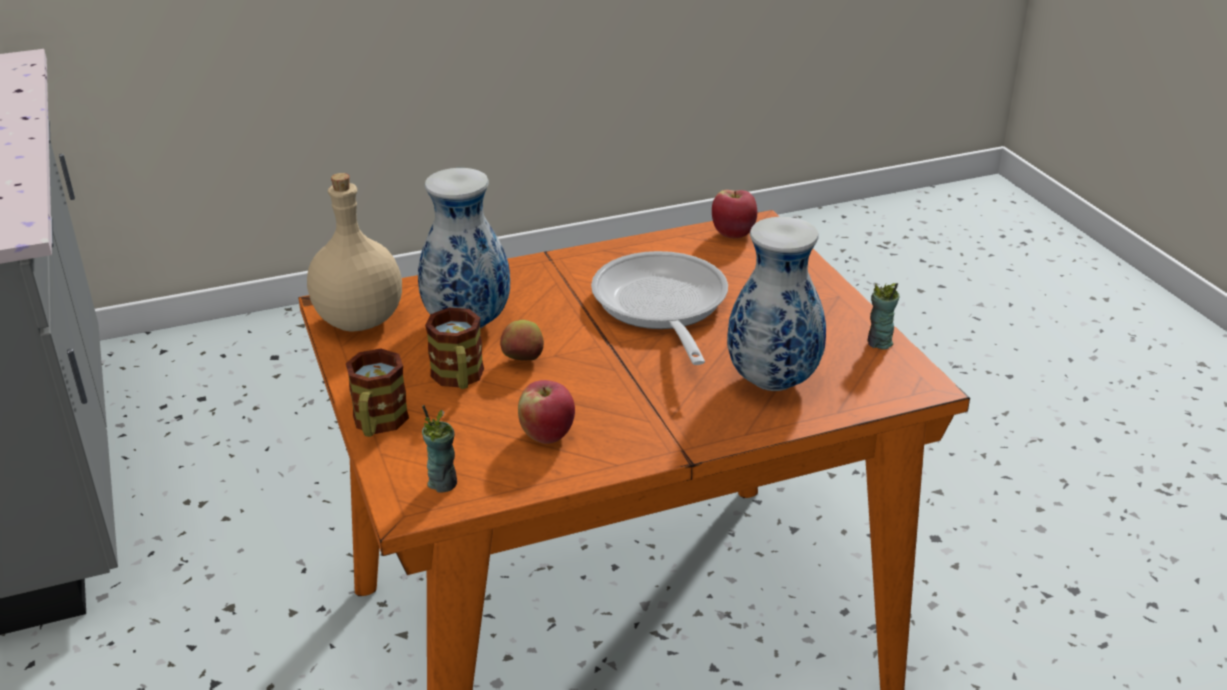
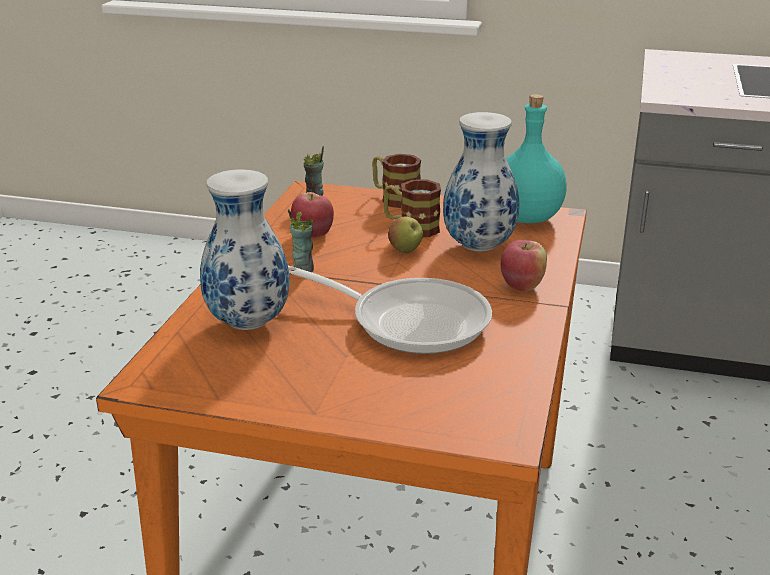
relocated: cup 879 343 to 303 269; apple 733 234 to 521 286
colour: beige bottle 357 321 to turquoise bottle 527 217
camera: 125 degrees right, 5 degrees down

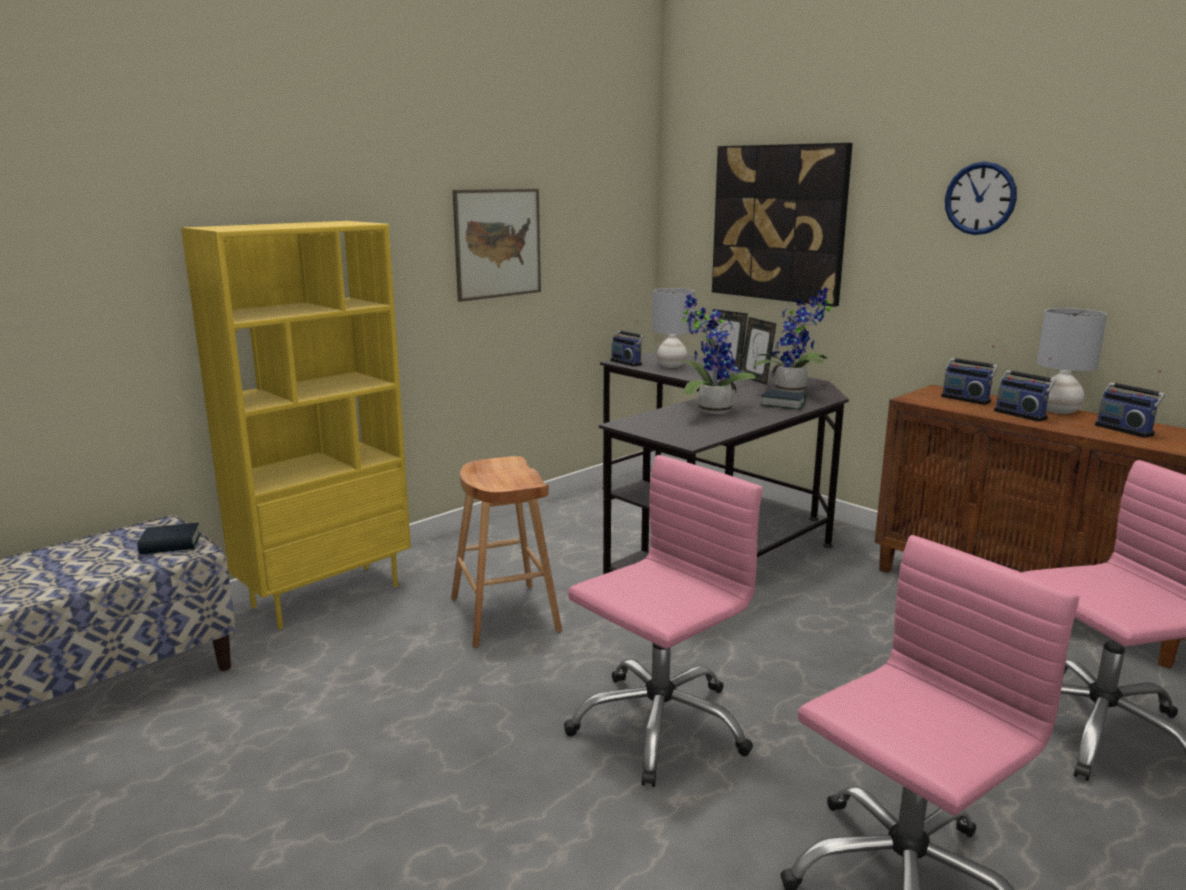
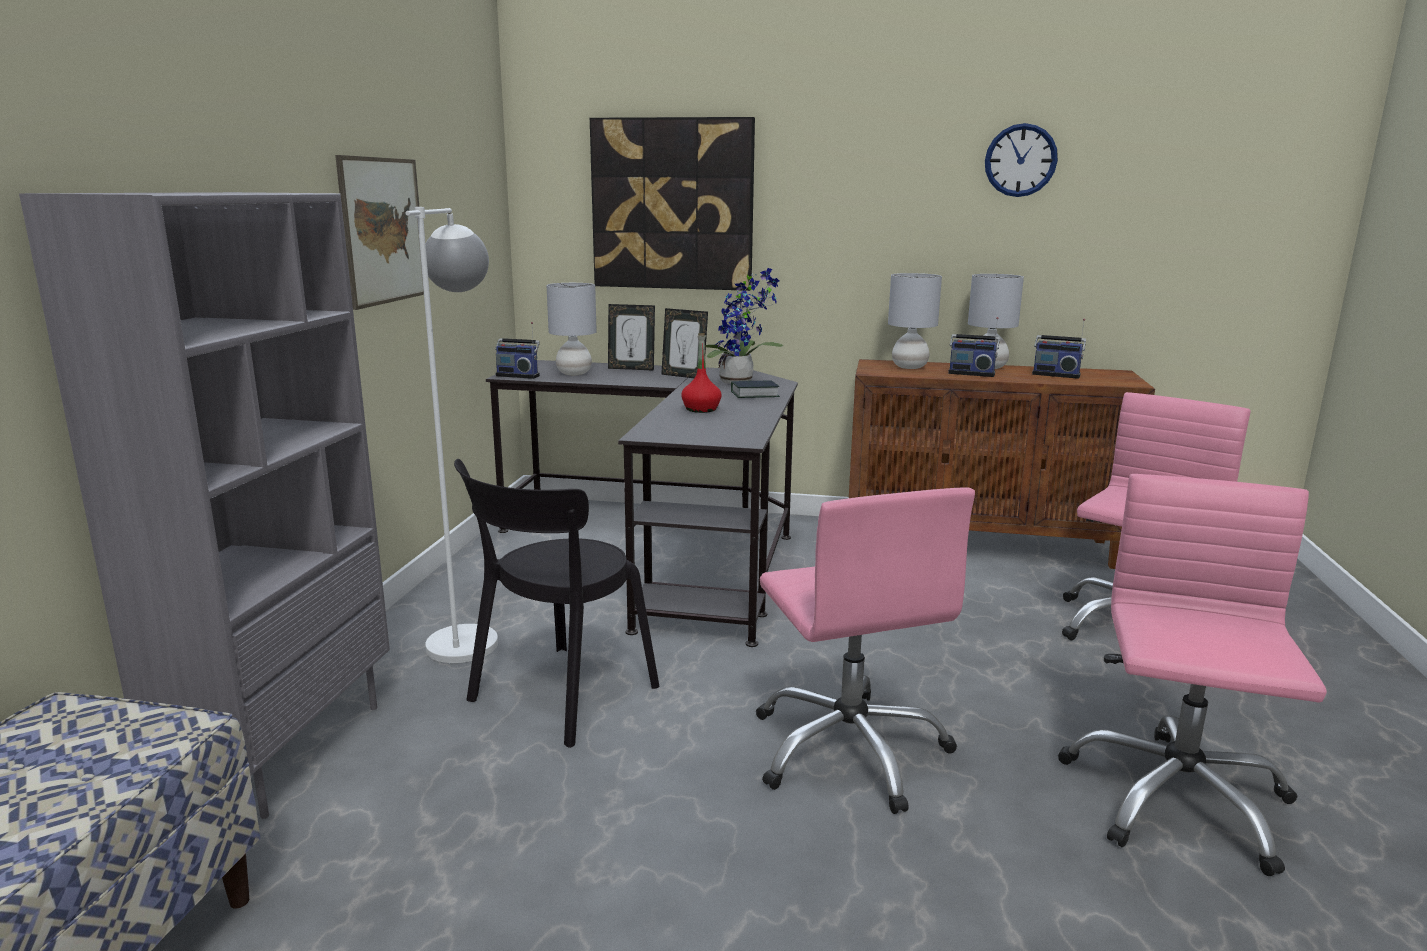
missing: book 170 544
appeared: white floor lamp 470 634
relocated: wall clock 980 198 to 1020 160
exchanged: brown stool 505 615 to black chair 558 697; potted plant 710 410 to red bottle 701 409; radio 966 399 to grey table lamp 910 367
colour: yellow bookcase 326 595 to grey bookcase 284 750
spun: pink office chair 659 725 = 850 749 150 degrees clockwise
camera: 35 degrees left, 0 degrees up

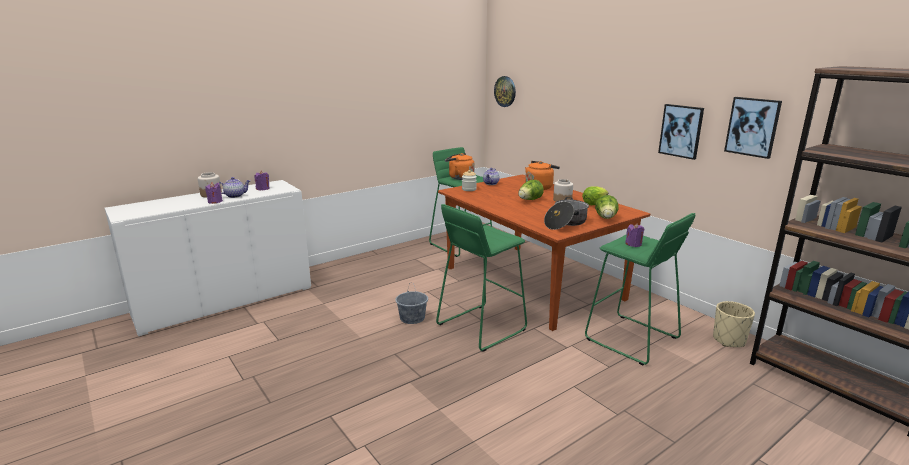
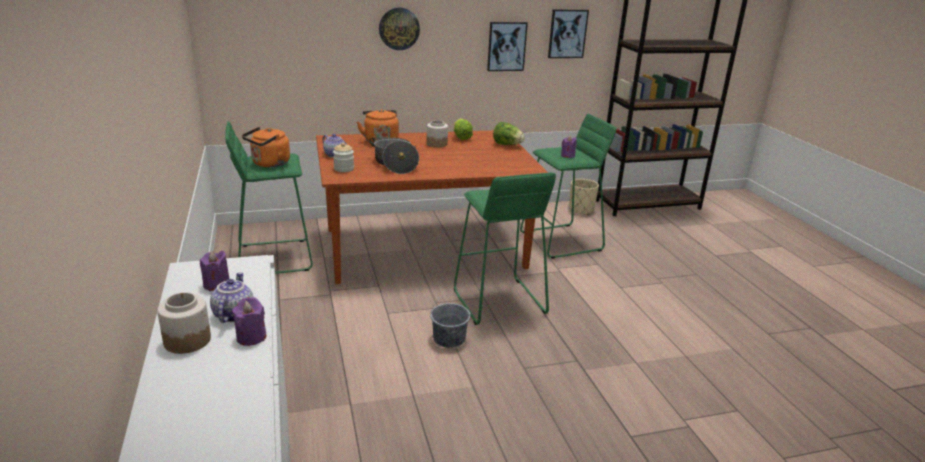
missing: lettuce 529 200
relocated: cooking pot 565 223 to 395 164; wall clock 505 91 to 399 28
camera: 70 degrees left, 5 degrees up

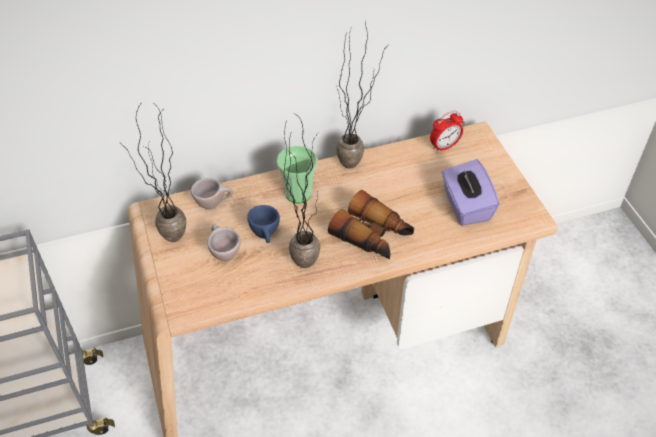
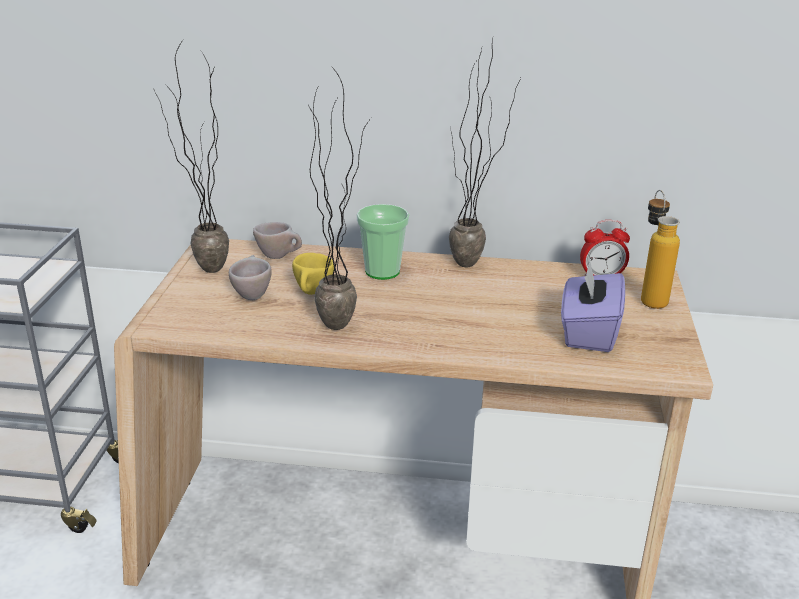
missing: binoculars 373 236
appeared: bottle 649 297
colour: blue cup 266 236 to yellow cup 312 294
camera: 25 degrees right, 20 degrees down

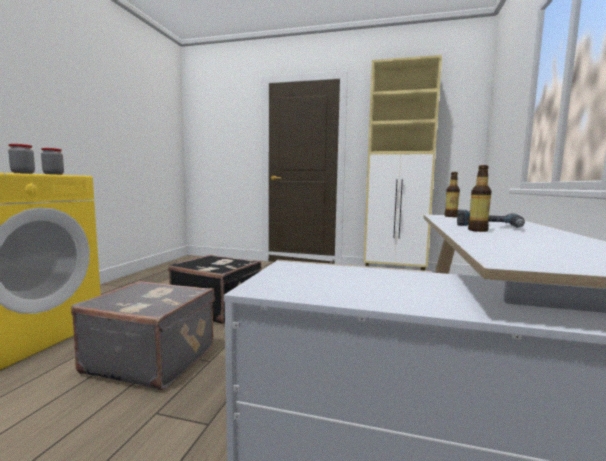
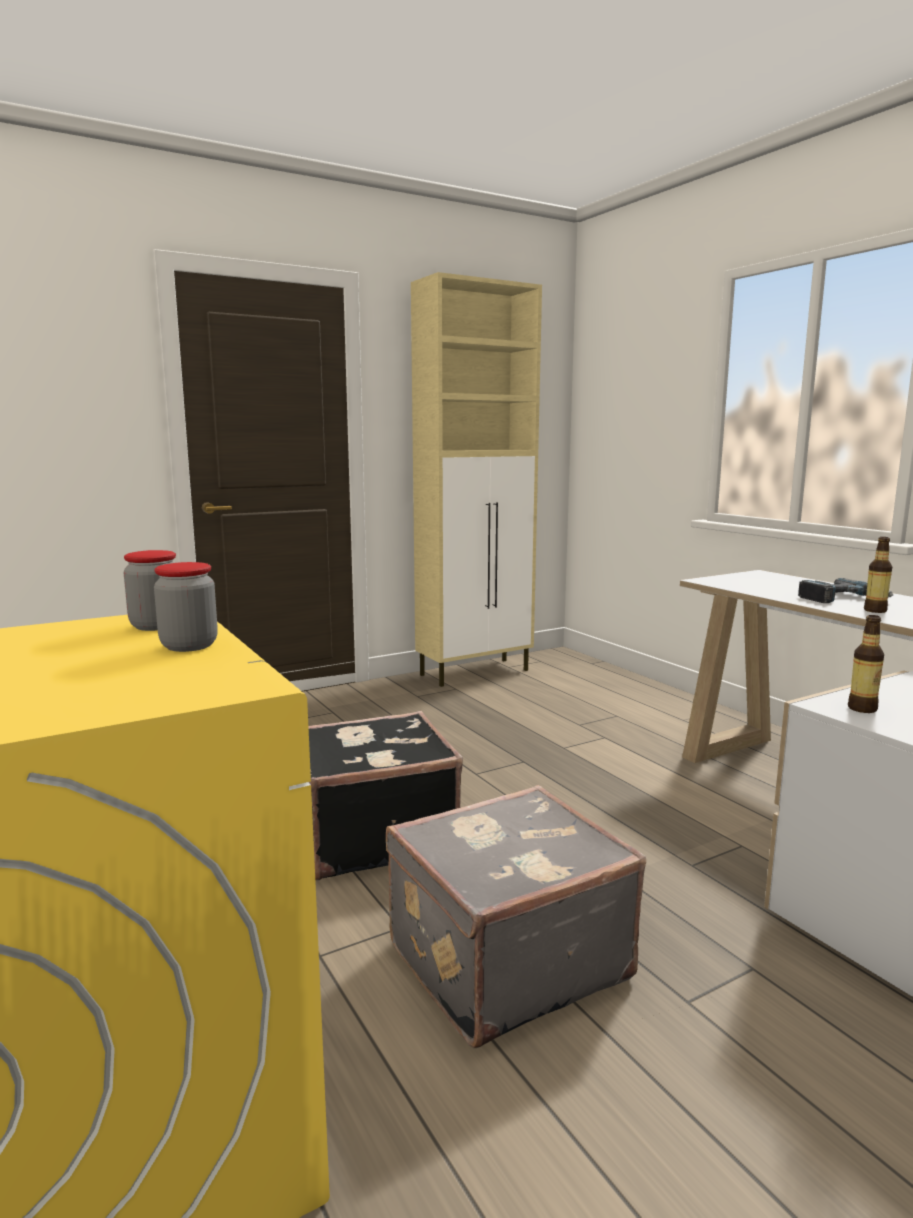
relocated: bottle 451 216 to 862 709
camera: 45 degrees left, 5 degrees up

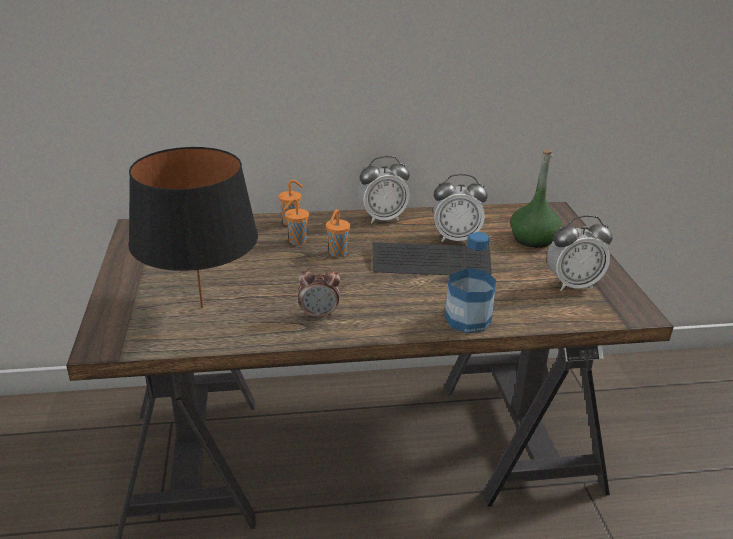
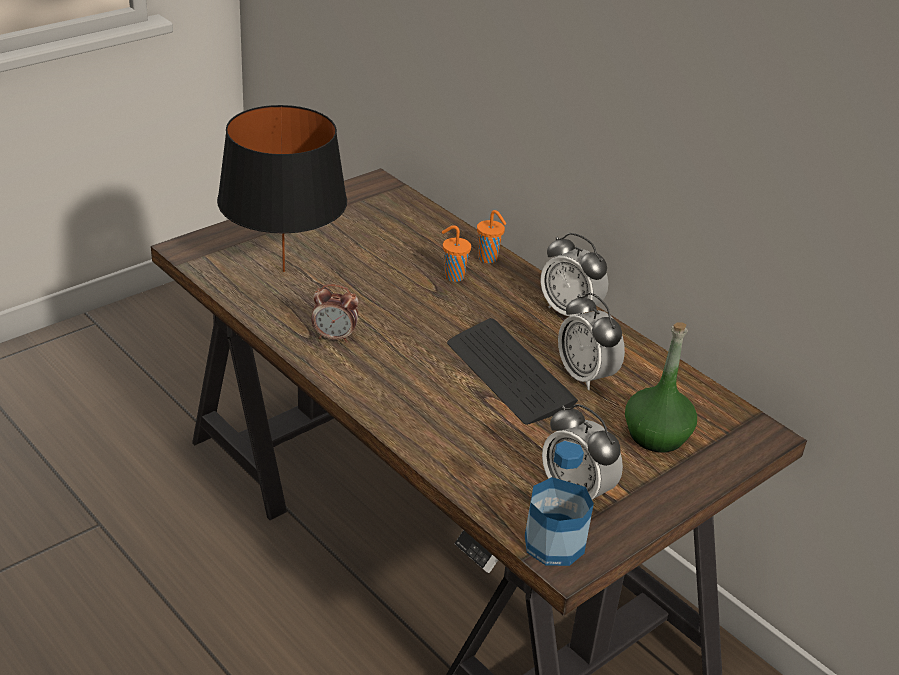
missing: orange cup 337 253
relocated: bottle 467 319 to 554 544
spun: alarm clock 319 314 = 335 337 45 degrees counterclockwise
camera: 55 degrees right, 5 degrees up

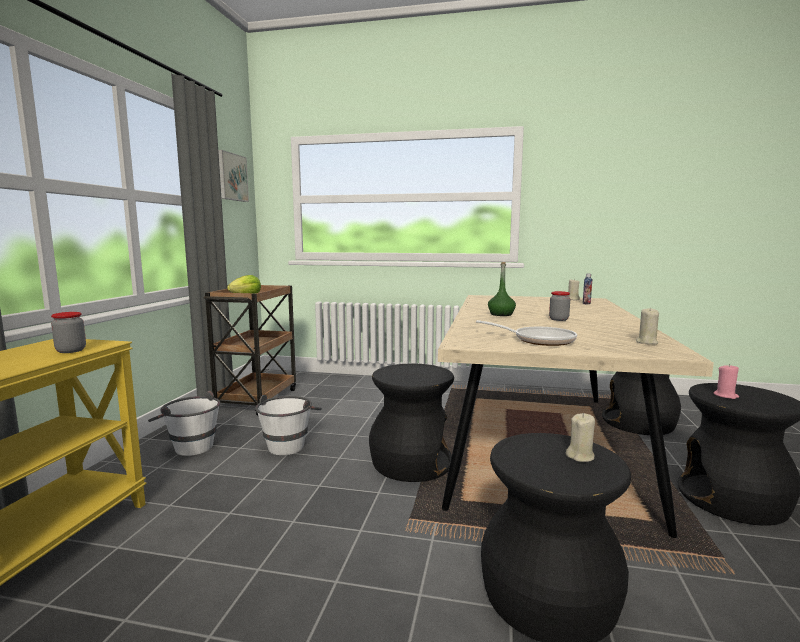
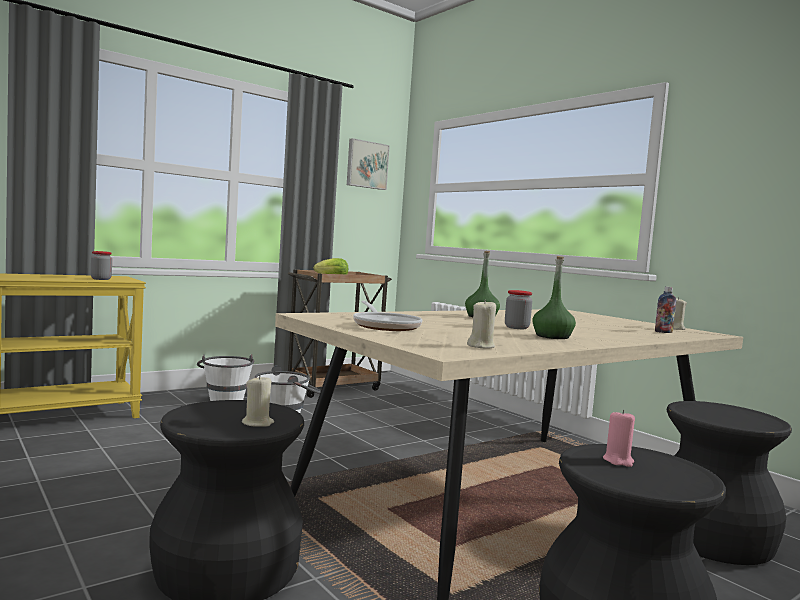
missing: black stool 411 463
appeared: green bottle 552 336
camera: 40 degrees right, 5 degrees down

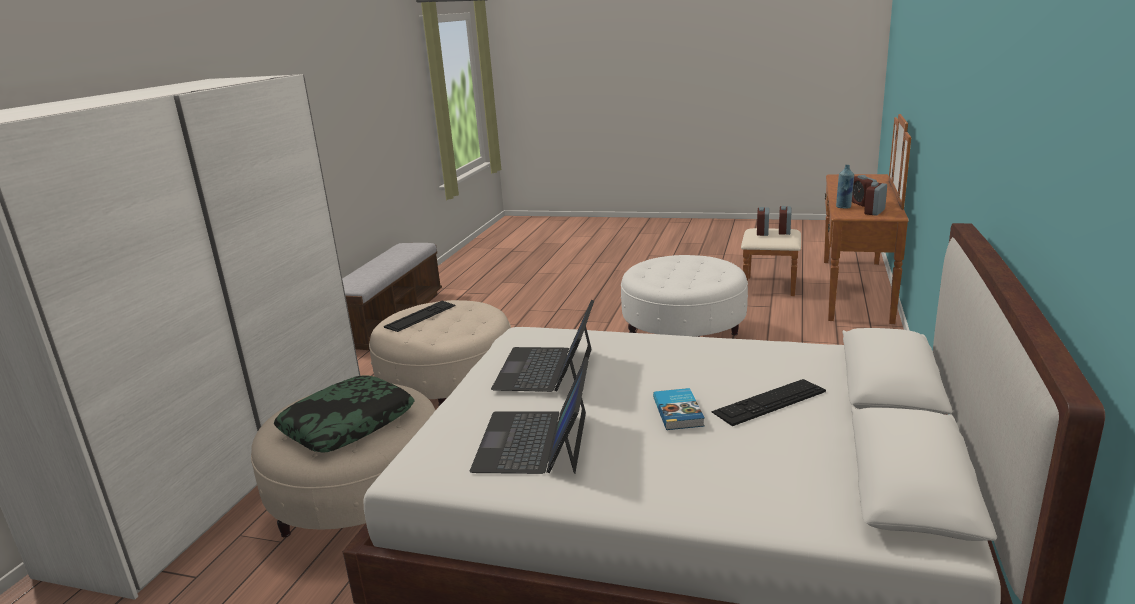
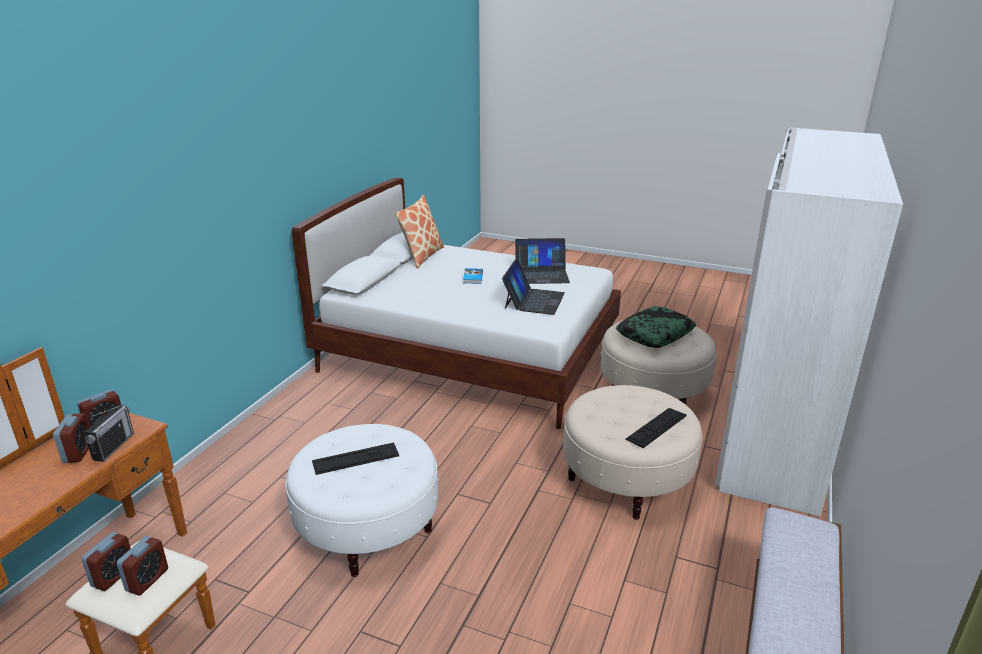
appeared: pillow 421 256
relocated: keyboard 769 401 to 356 458
exchanged: blue bottle 843 207 to radio 113 447
spun: laptop 534 441 = 541 274 75 degrees clockwise
camera: 175 degrees left, 5 degrees up

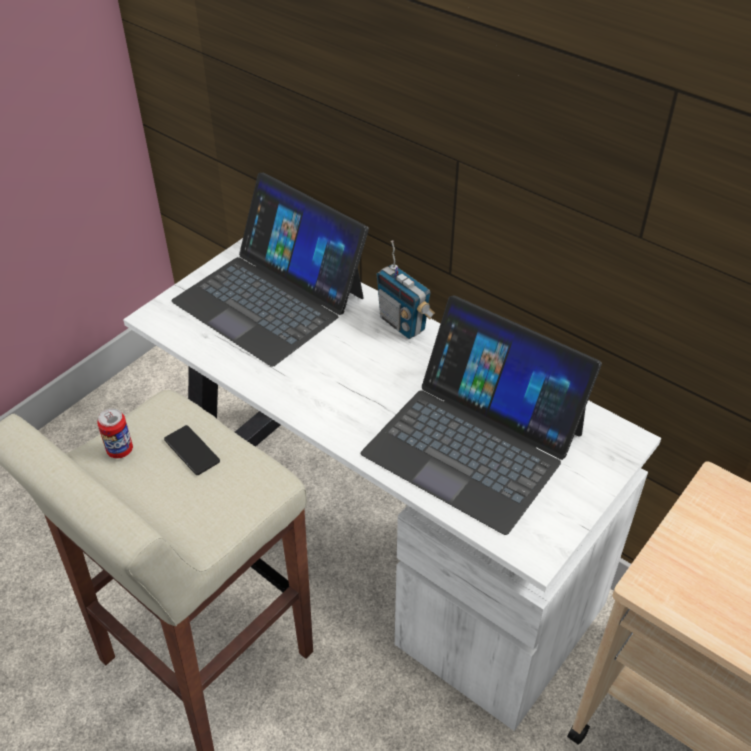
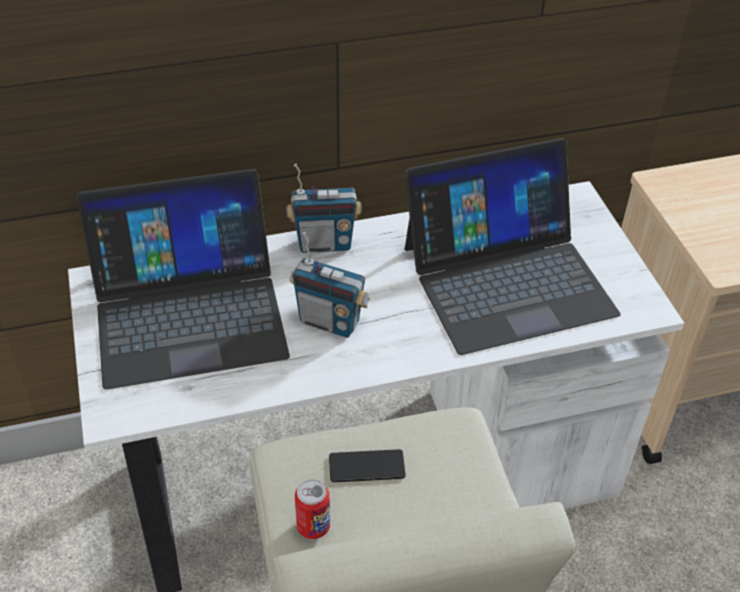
appeared: radio 330 322
camera: 55 degrees left, 0 degrees up

